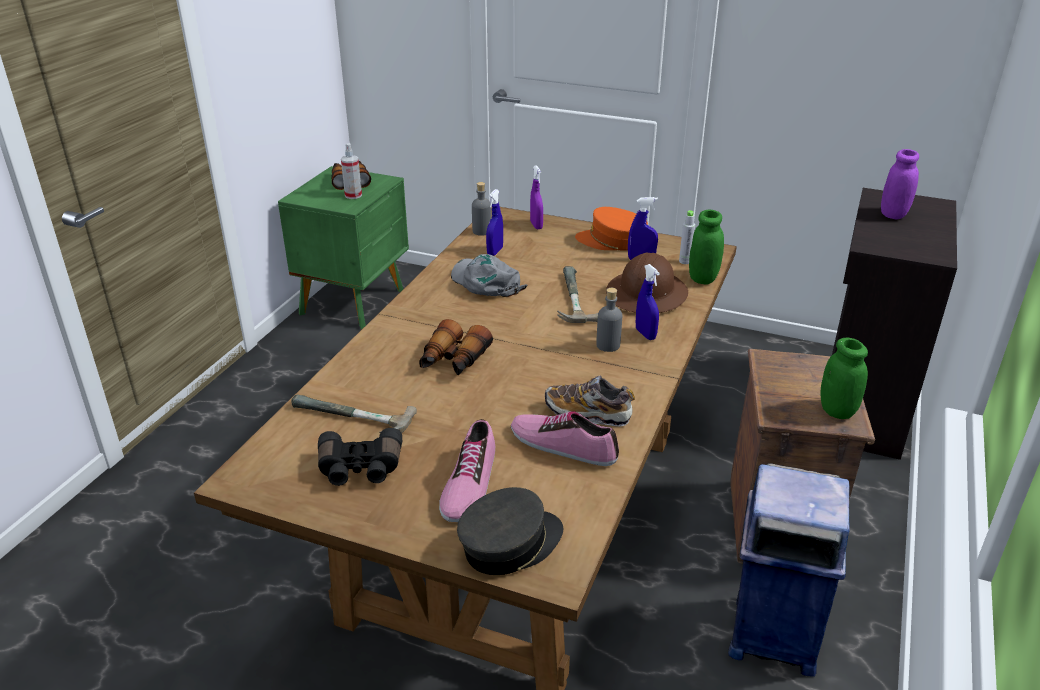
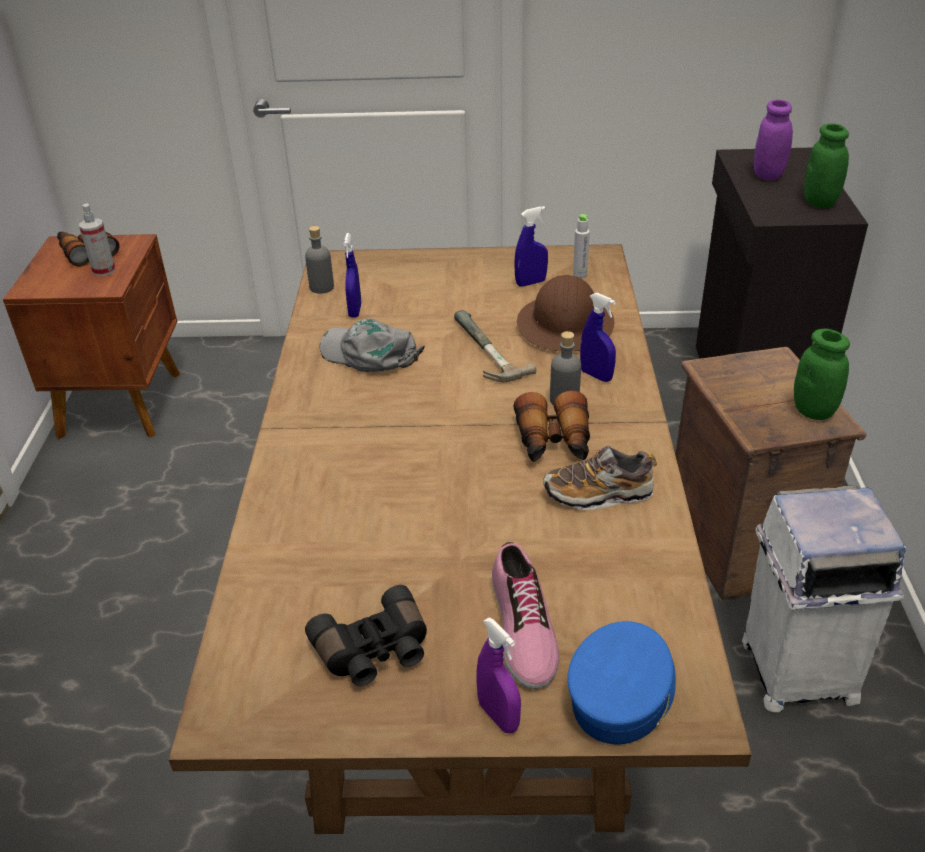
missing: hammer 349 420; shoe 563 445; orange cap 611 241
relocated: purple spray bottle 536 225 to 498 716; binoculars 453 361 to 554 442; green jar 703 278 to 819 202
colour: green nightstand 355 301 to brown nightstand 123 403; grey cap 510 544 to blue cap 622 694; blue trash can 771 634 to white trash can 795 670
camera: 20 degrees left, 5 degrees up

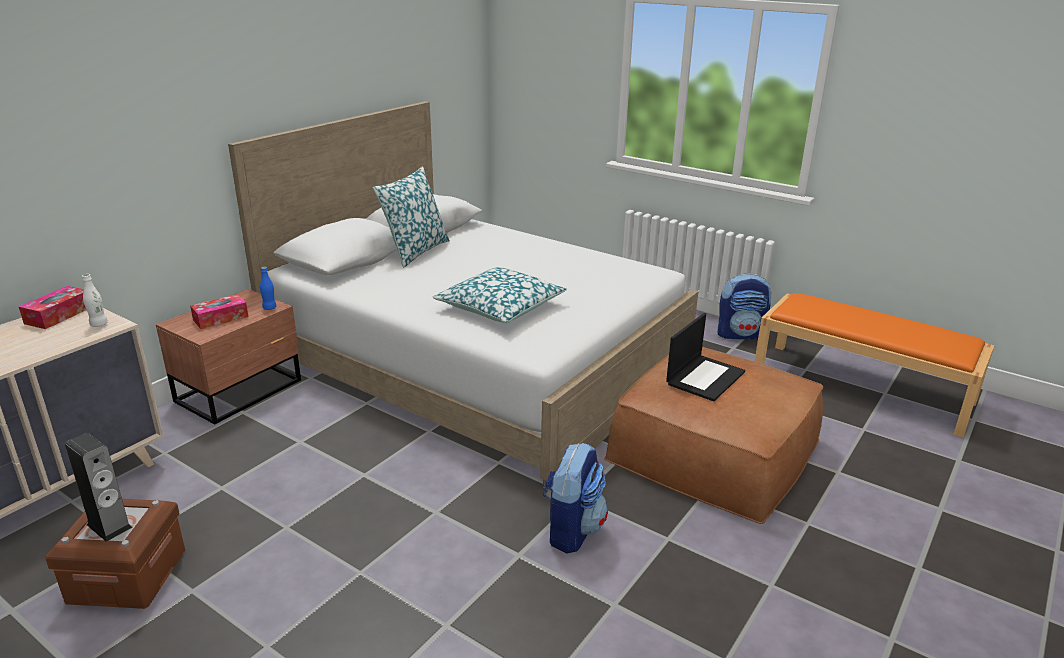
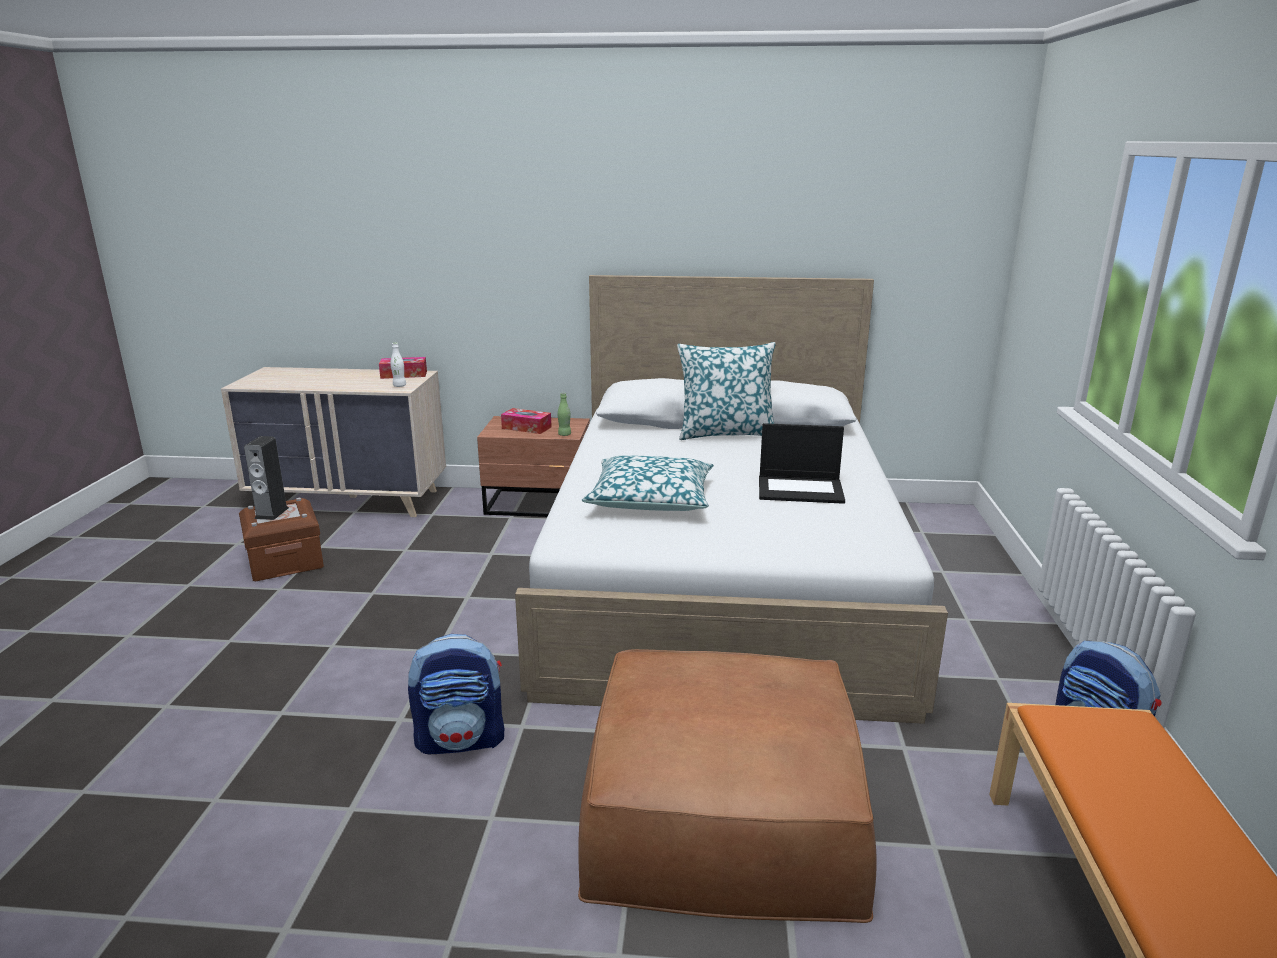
relocated: laptop 705 377 to 801 489
colour: blue bottle 269 308 to green bottle 564 434
camera: 60 degrees right, 5 degrees down

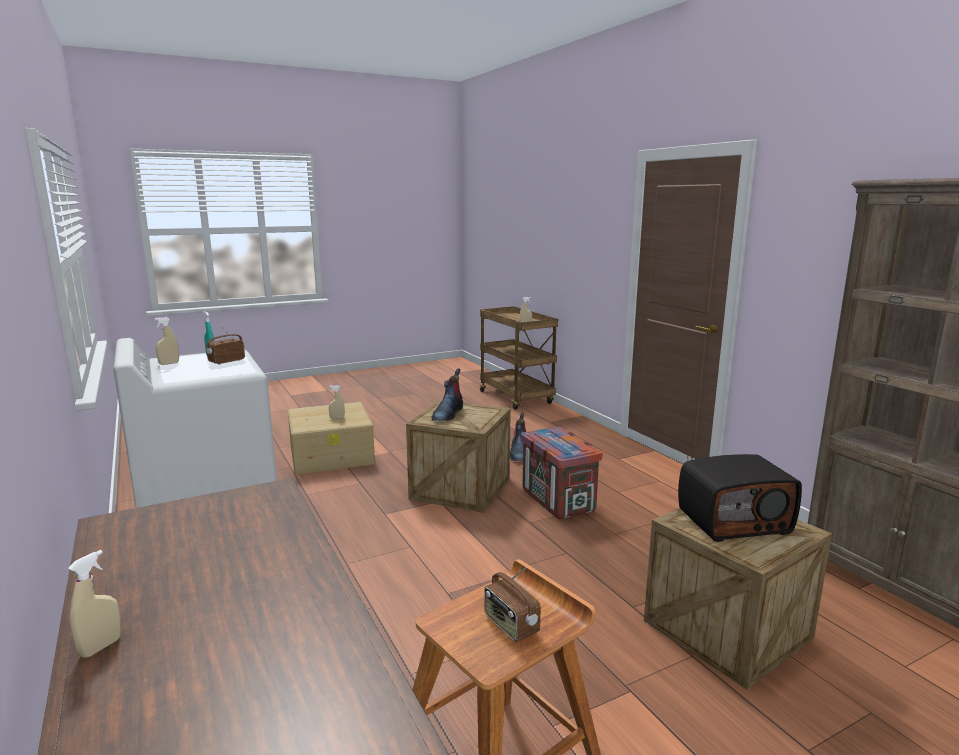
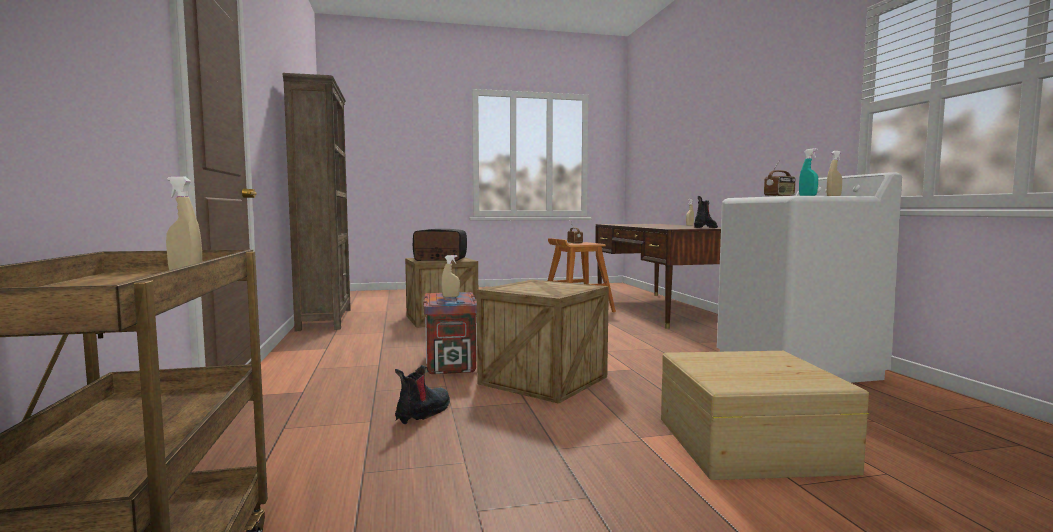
relocated: beige spray bottle 337 418 to 450 296; boot 447 414 to 705 228
camera: 165 degrees left, 10 degrees down

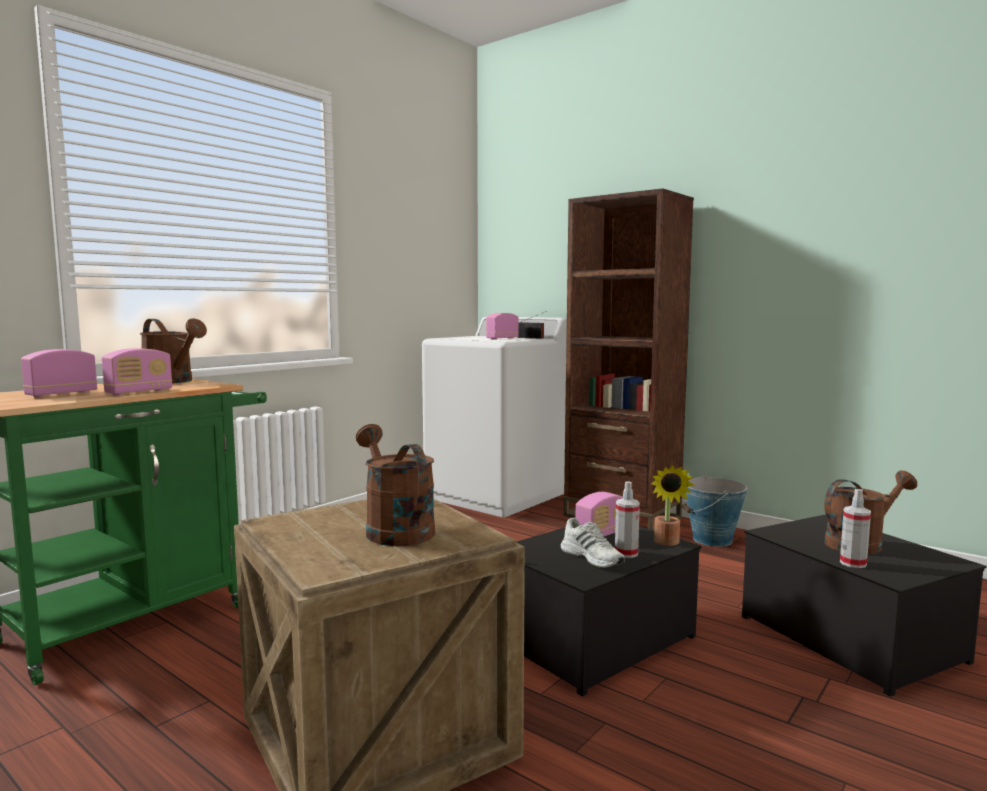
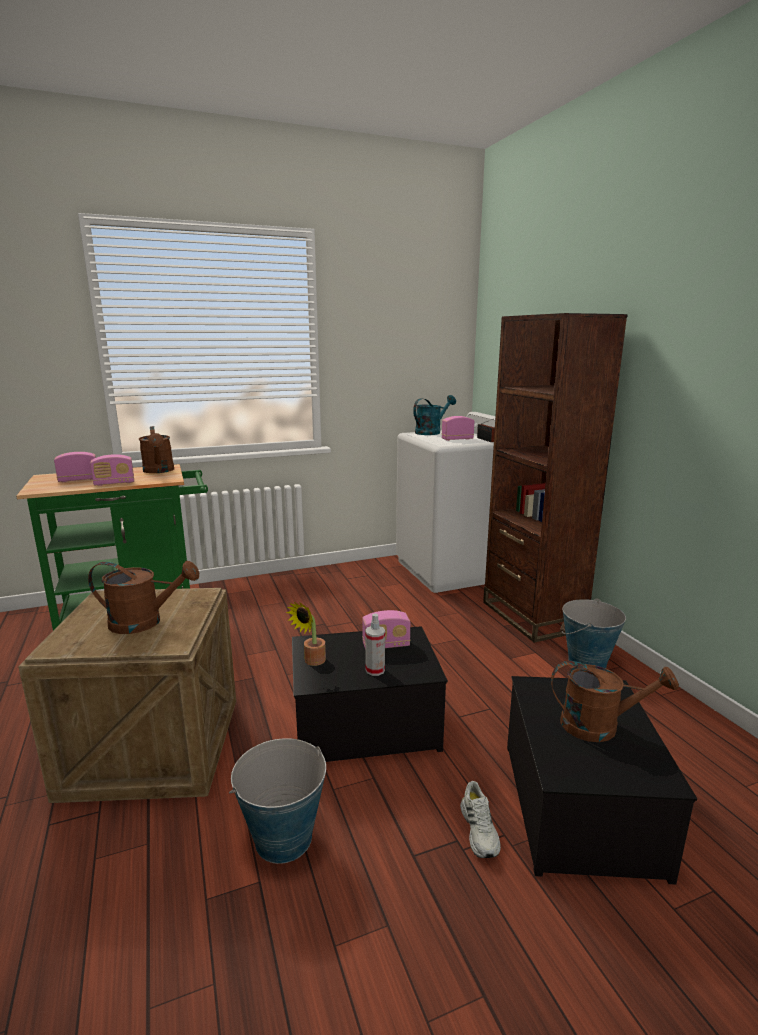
missing: spray bottle 853 563
appeared: bucket 283 838; turquoise watering can 431 432
relocated: potted plant 667 543 to 312 662; white shoe 593 558 to 480 830
spun: brown watering can 394 529 = 145 622 90 degrees clockwise
camera: 30 degrees right, 10 degrees up

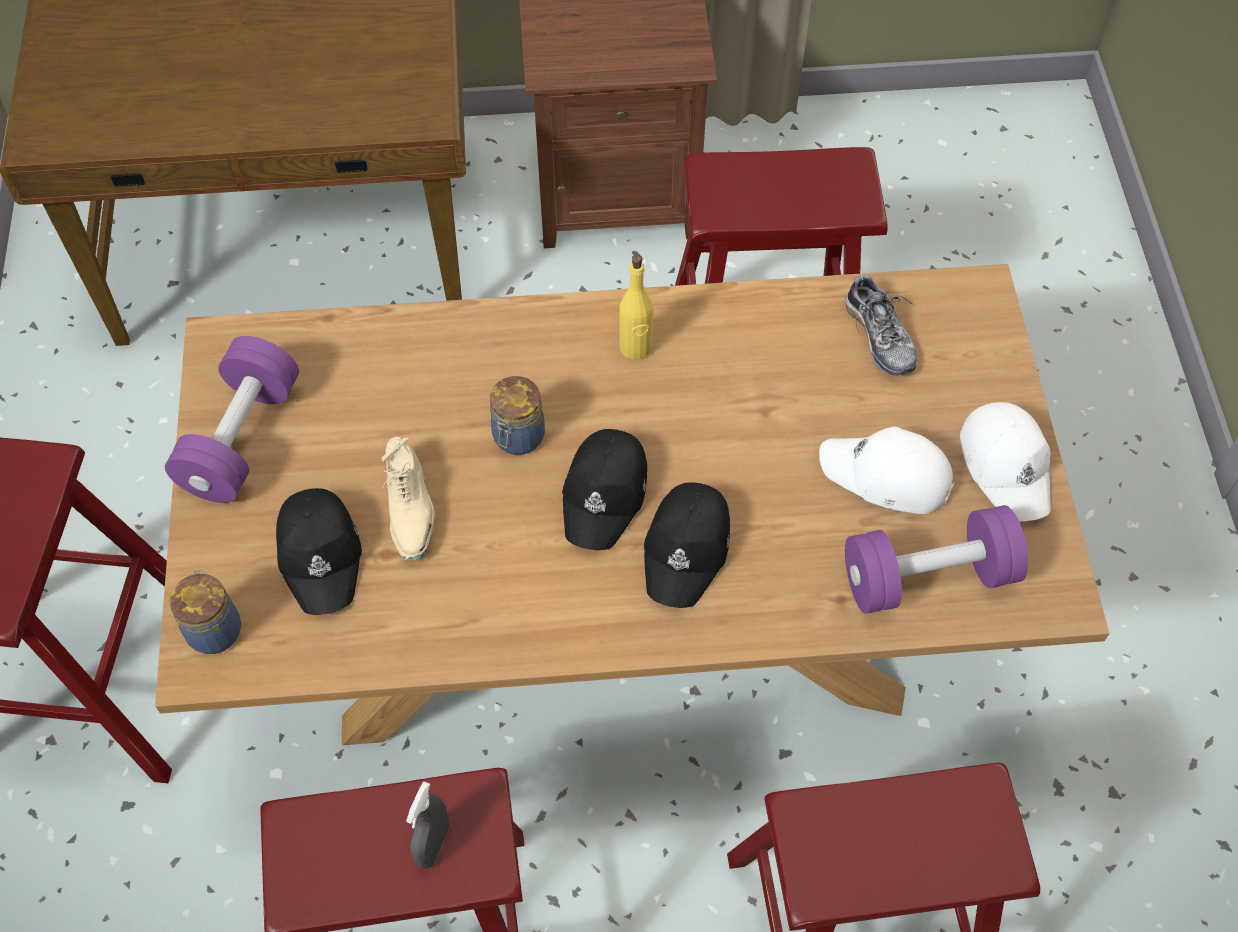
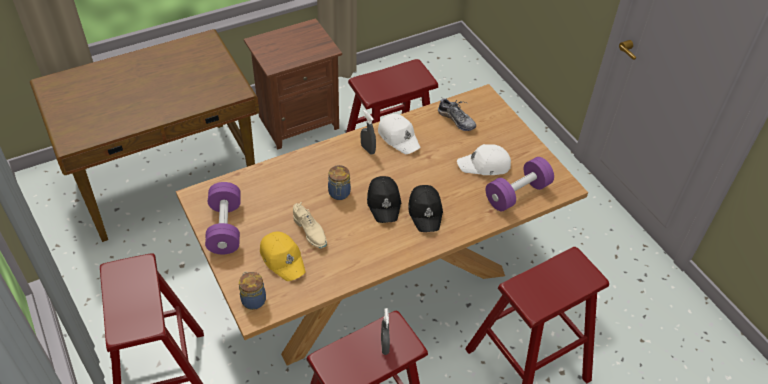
relocated: white cap 1006 466 to 399 137
exchanged: yellow bottle 635 347 to grey spray bottle 368 149
colour: black cap 321 554 to yellow cap 283 259
camera: 25 degrees left, 10 degrees down

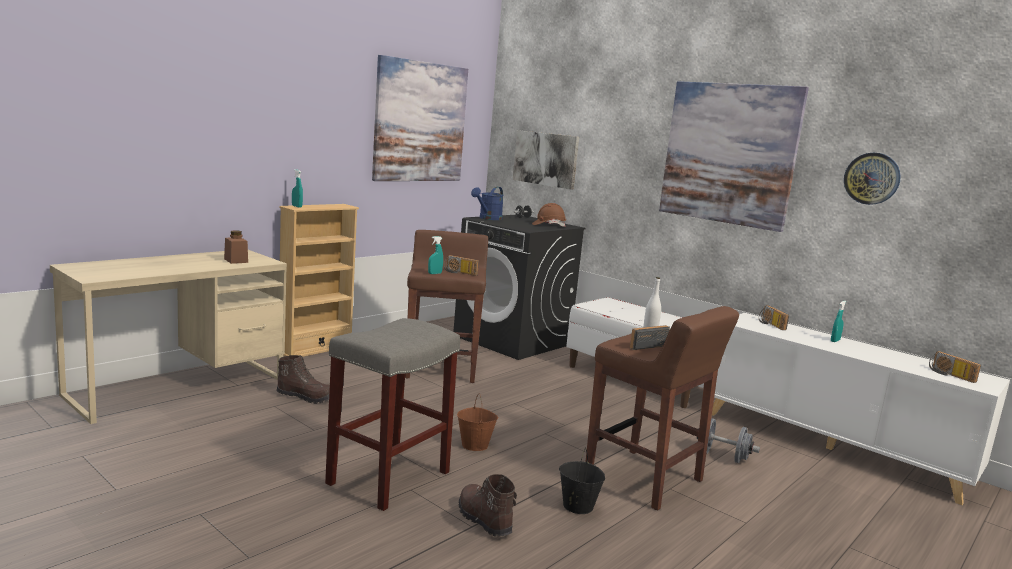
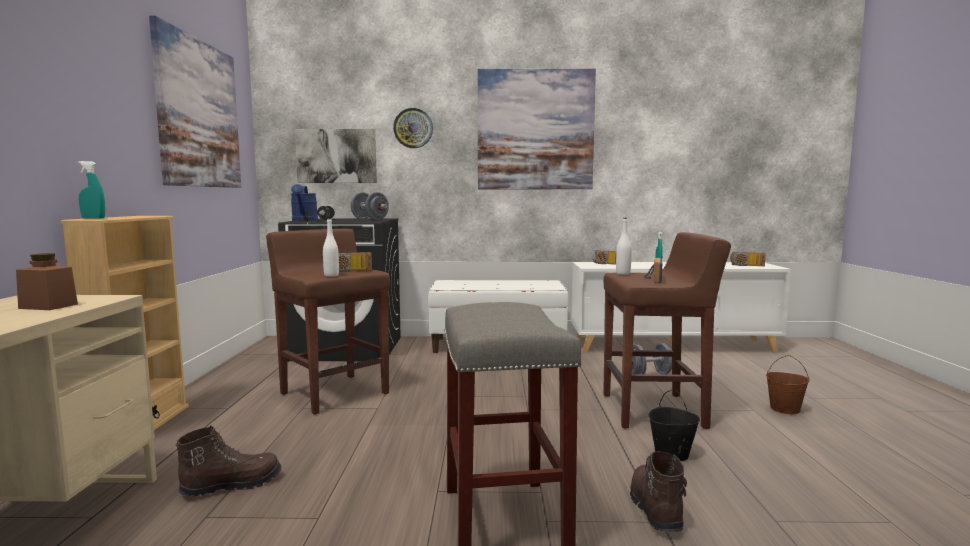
relocated: wall clock 872 178 to 413 128; brown bucket 475 445 to 785 409
exchanged: turquoise spray bottle 434 273 to white bottle 331 275; brown hard hat 548 225 to grey dumbbell 370 219
spun: brown boot 483 520 = 654 509 75 degrees clockwise
camera: 40 degrees left, 5 degrees down

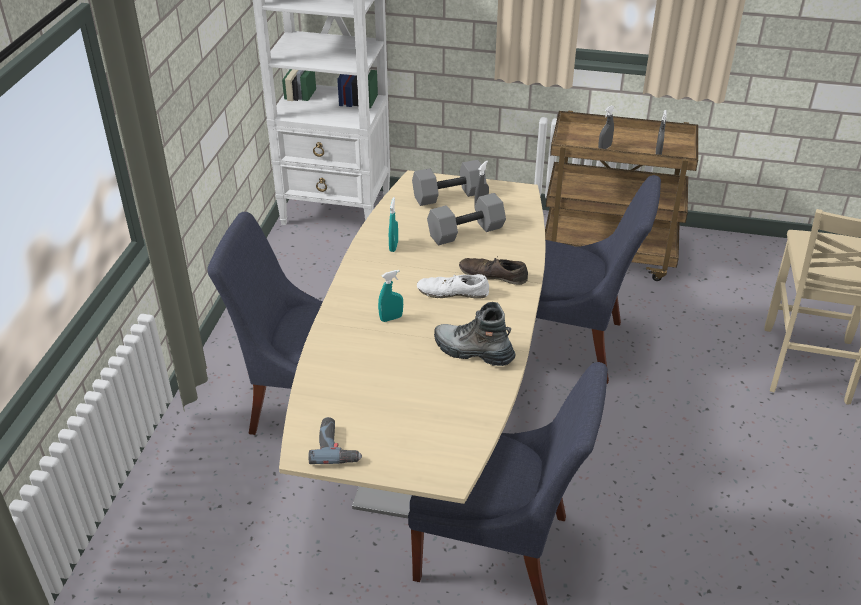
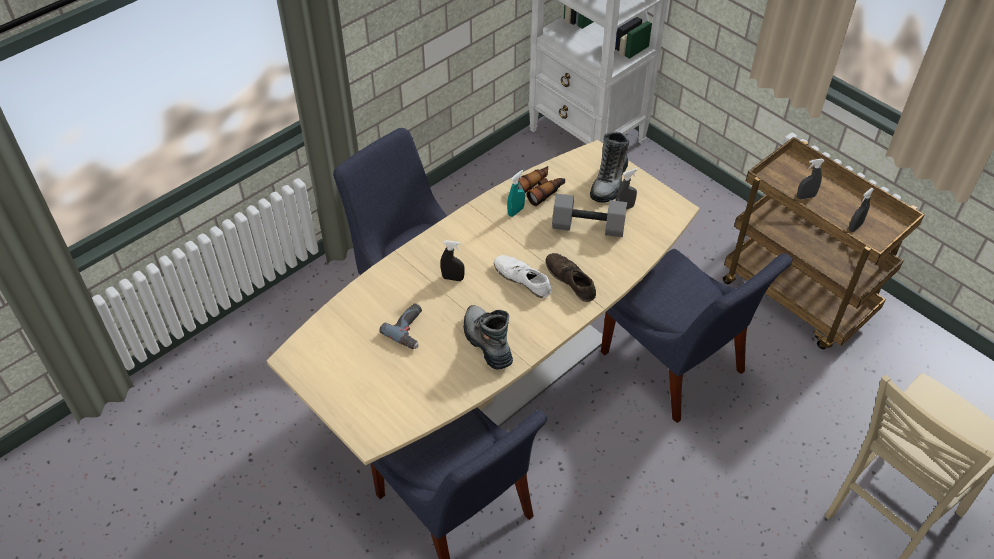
appeared: binoculars 540 189
relocated: power drill 337 446 to 410 329
exchanged: grey dumbbell 449 194 to boot 609 182
colour: turquoise spray bottle 391 318 to black spray bottle 453 278
camera: 35 degrees right, 10 degrees up

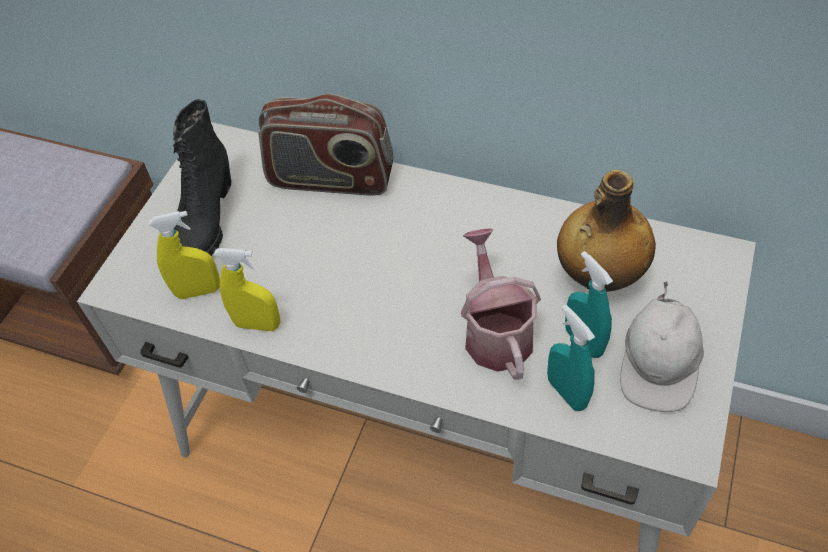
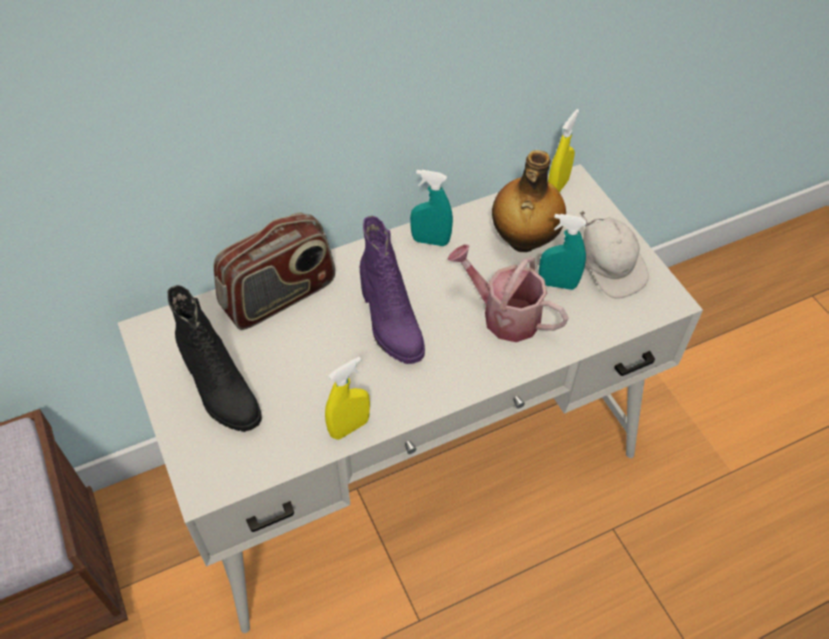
appeared: purple boot 389 323
relocated: turquoise spray bottle 566 393 to 430 241; yellow spray bottle 198 291 to 557 187
camera: 50 degrees left, 0 degrees up

